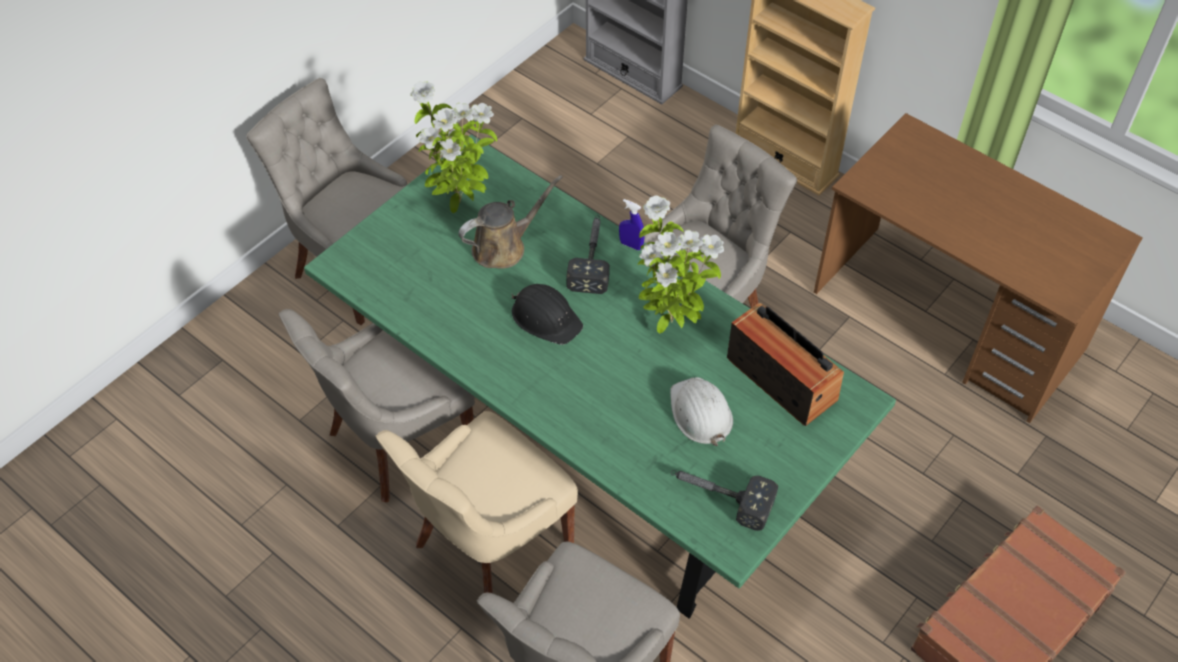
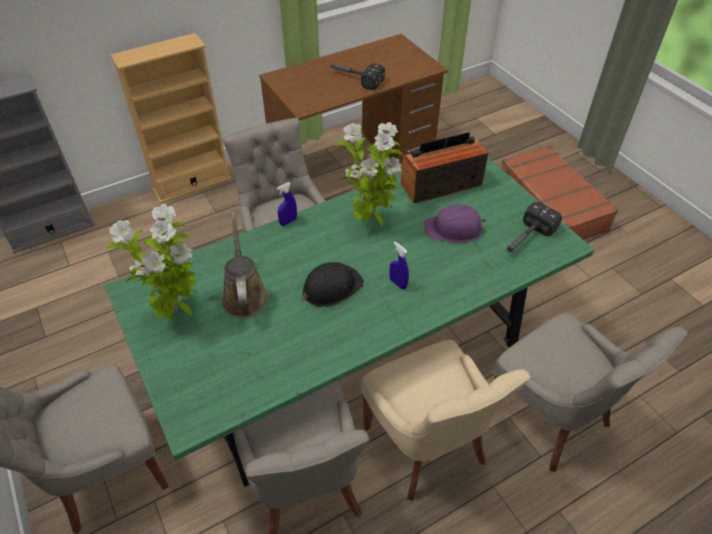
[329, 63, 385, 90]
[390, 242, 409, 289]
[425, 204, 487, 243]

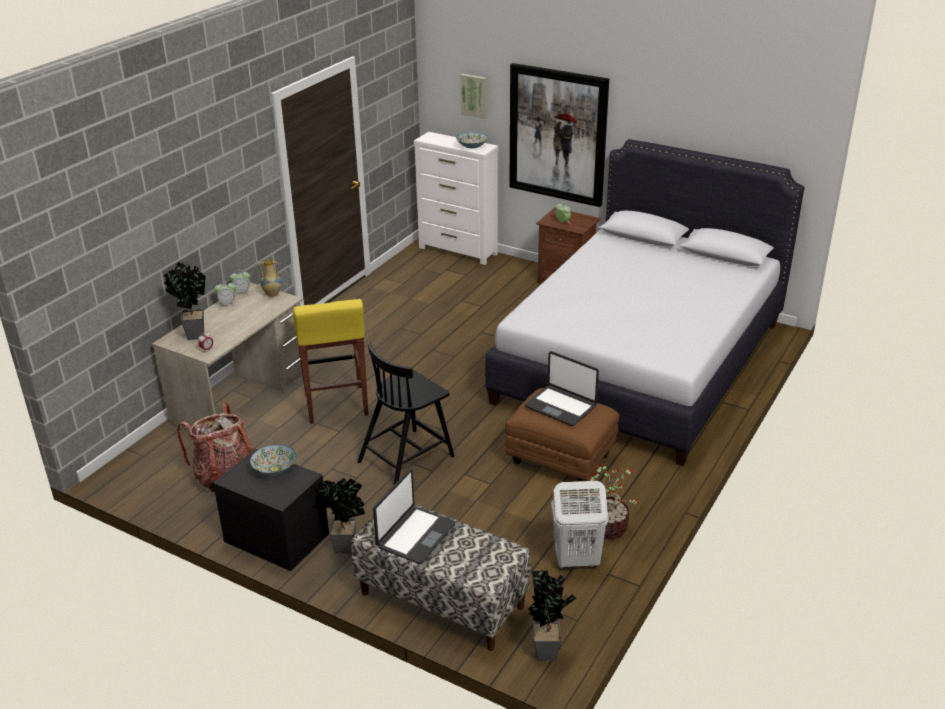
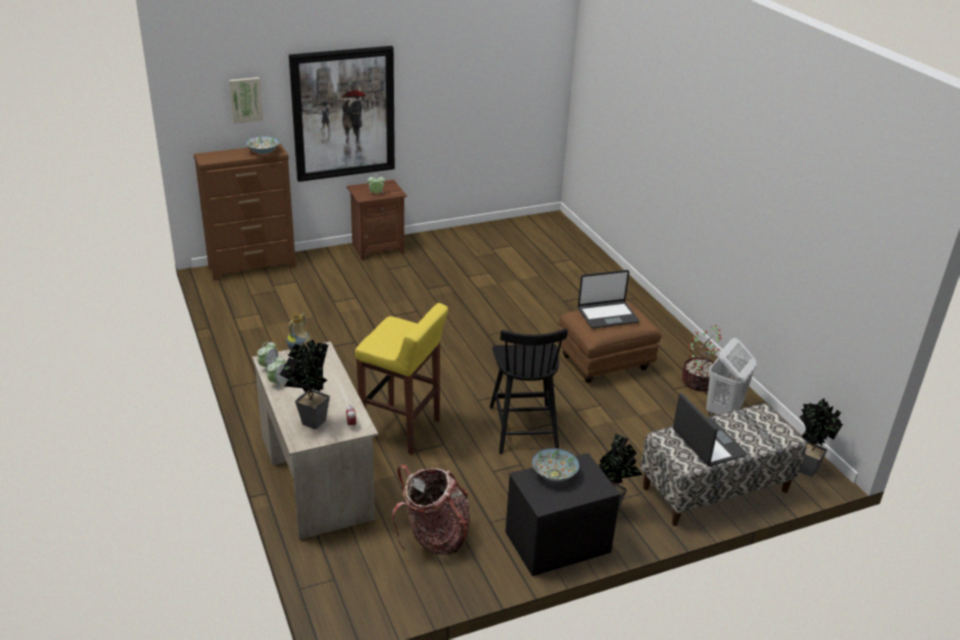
[194, 144, 296, 281]
[485, 139, 805, 466] (first image)

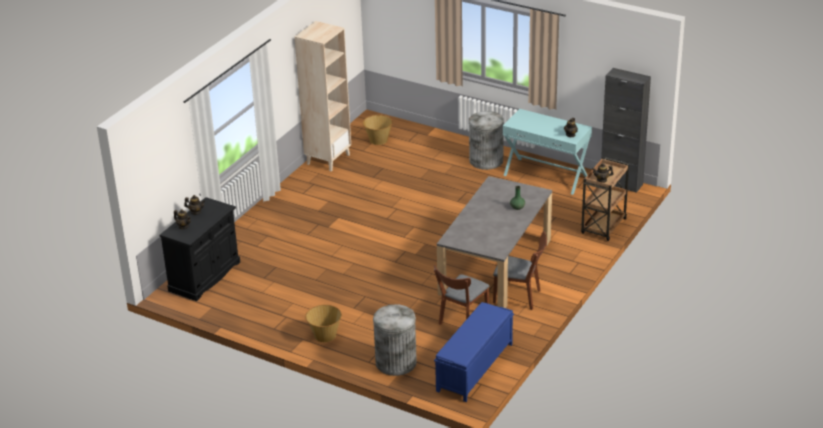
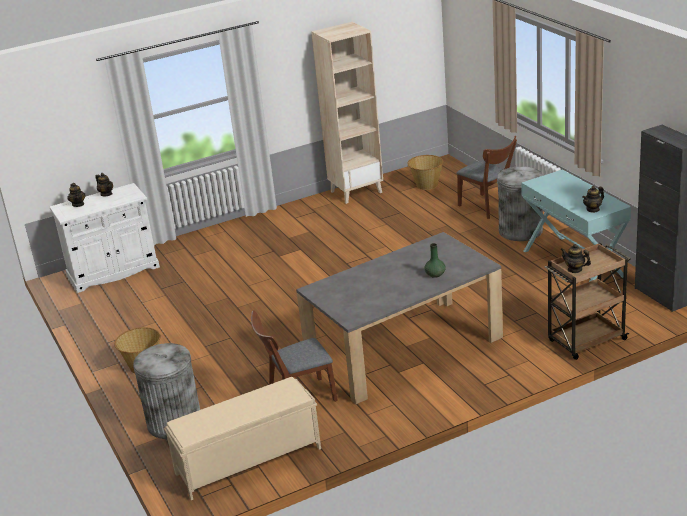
[50, 183, 160, 293]
[164, 377, 321, 500]
[456, 136, 517, 219]

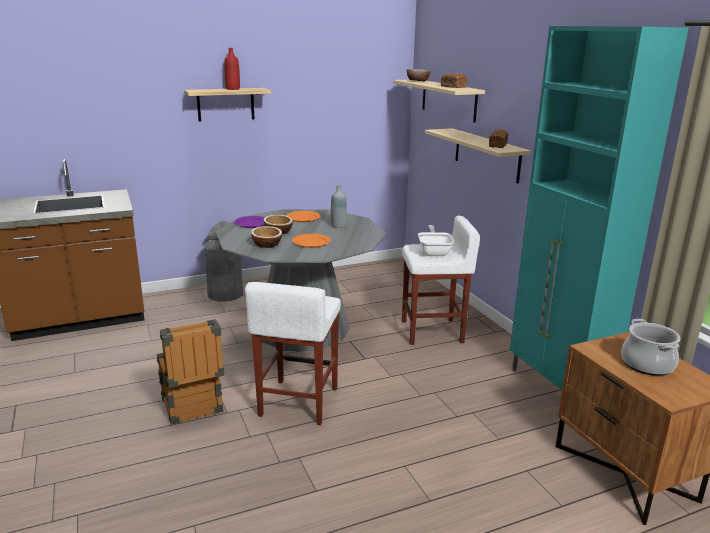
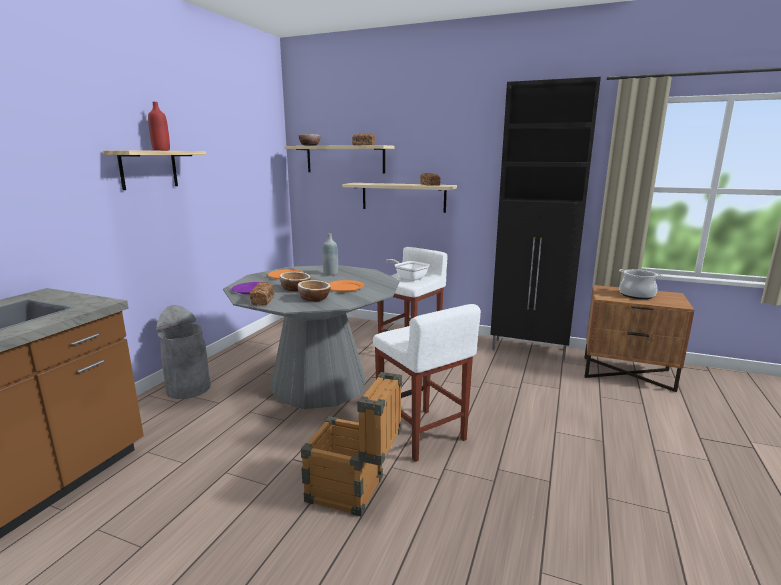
[250, 282, 275, 305]
[490, 77, 601, 361]

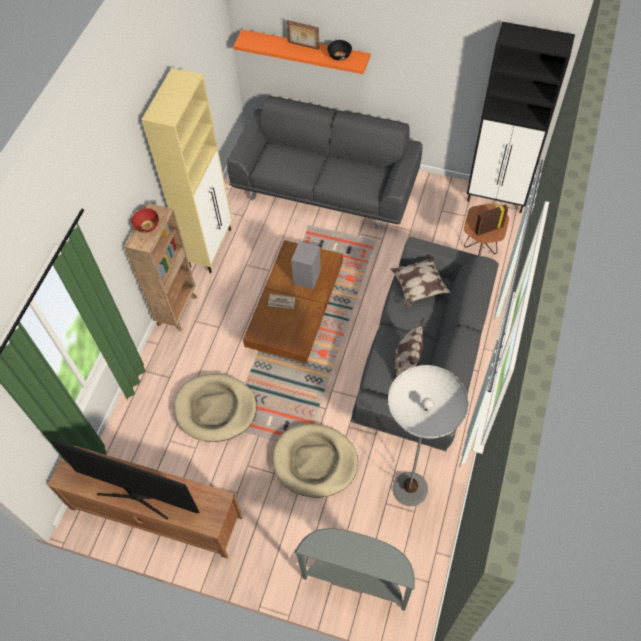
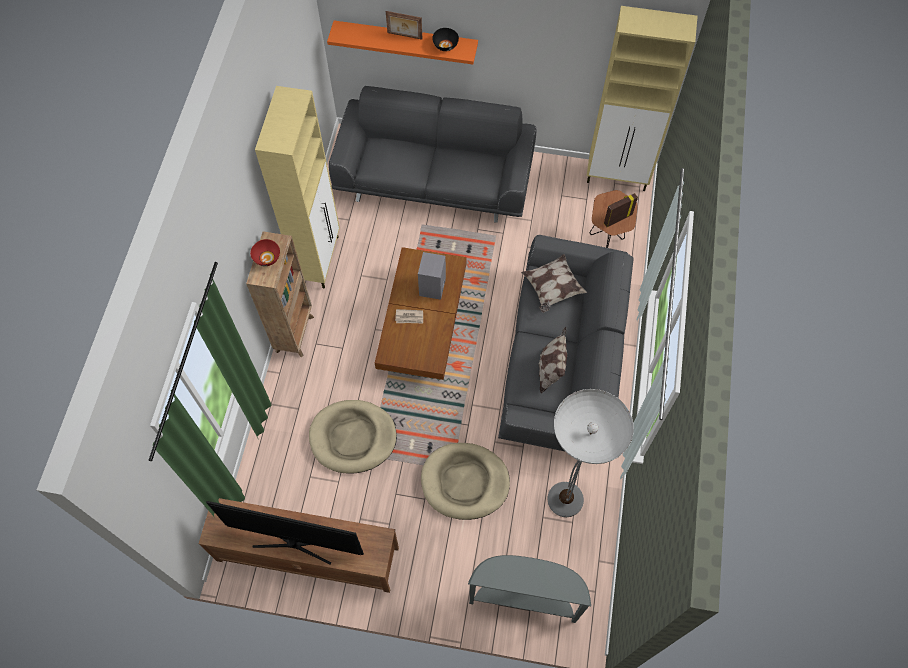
[587, 6, 698, 191]

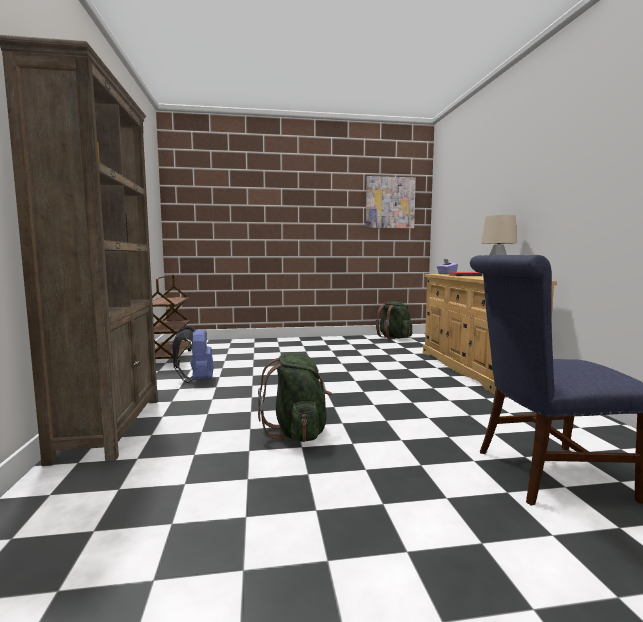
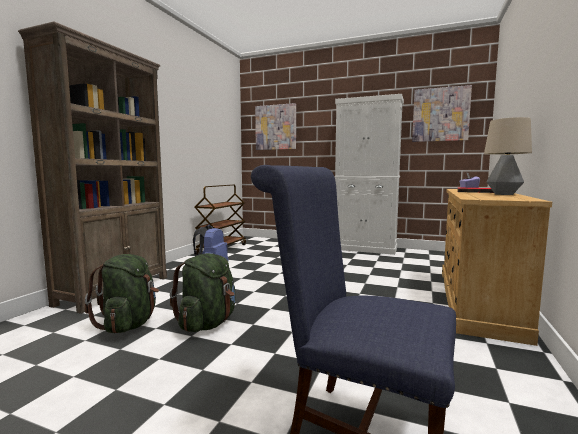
[85, 254, 159, 333]
[255, 103, 296, 150]
[334, 94, 404, 255]

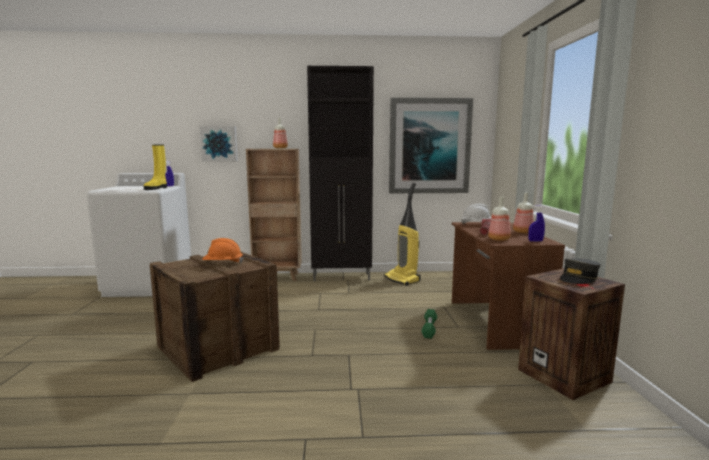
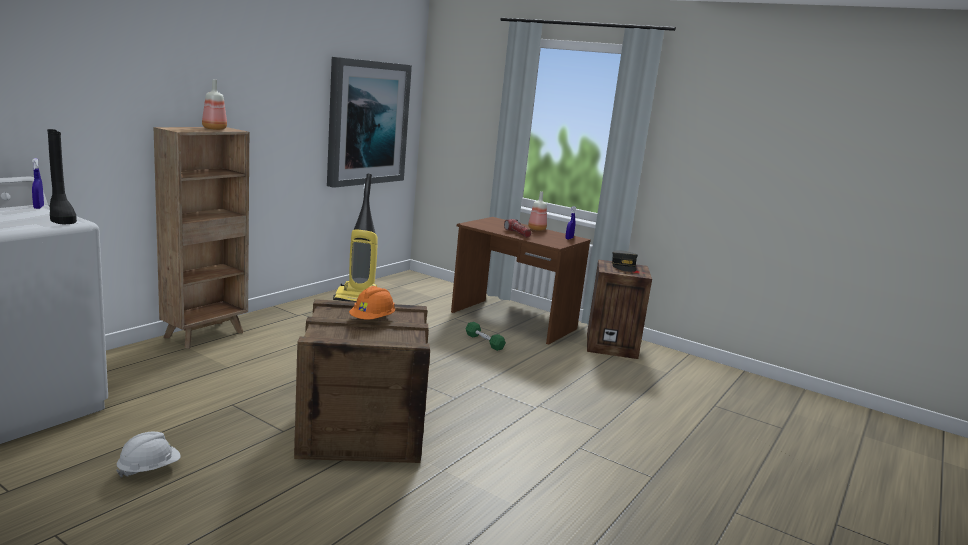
[47, 129, 77, 224]
[116, 432, 181, 478]
[200, 126, 238, 161] (first image)
[307, 66, 374, 281] (first image)
[488, 196, 511, 241] (first image)

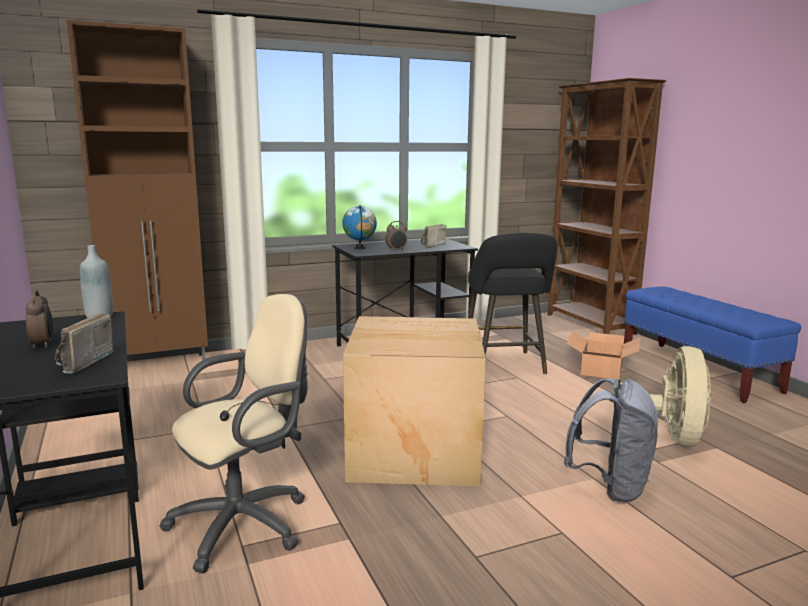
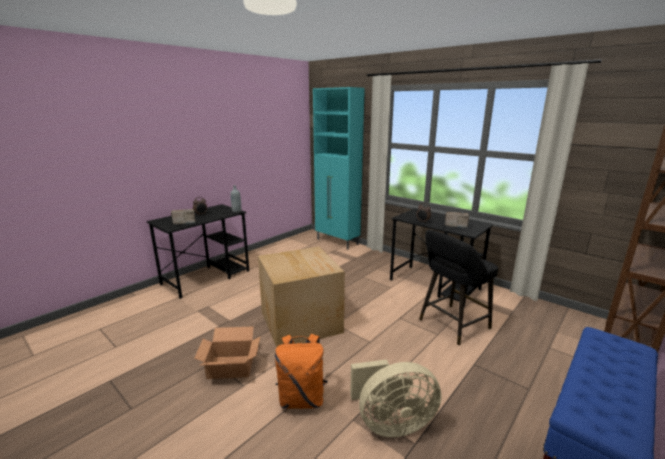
[194, 326, 260, 379]
[275, 334, 328, 409]
[313, 87, 365, 249]
[159, 294, 308, 573] (first image)
[342, 205, 377, 249] (first image)

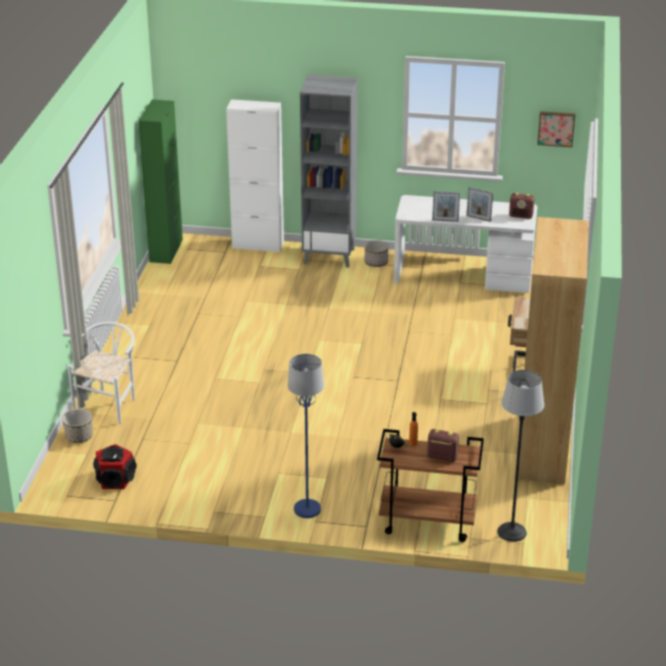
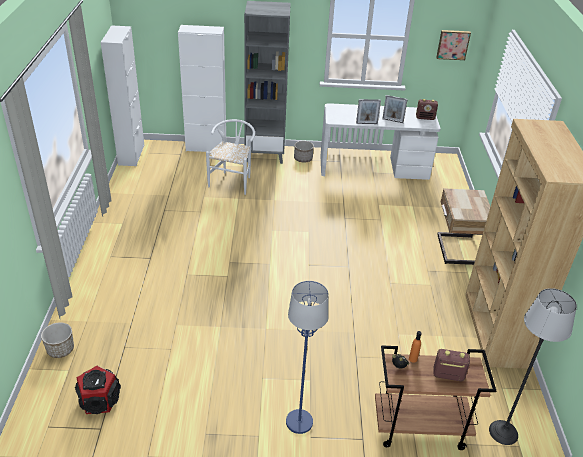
[101, 25, 144, 166]
[206, 119, 255, 195]

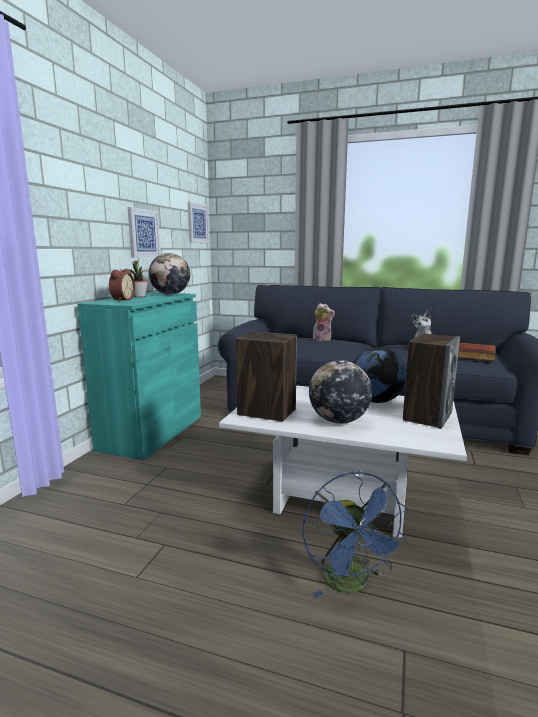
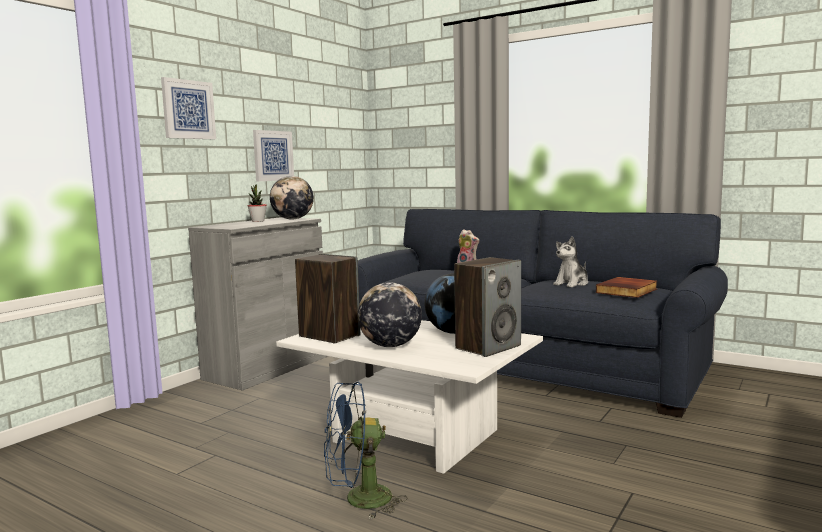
[161, 77, 216, 139]
[188, 218, 328, 391]
[324, 381, 407, 519]
[109, 269, 135, 301] (first image)

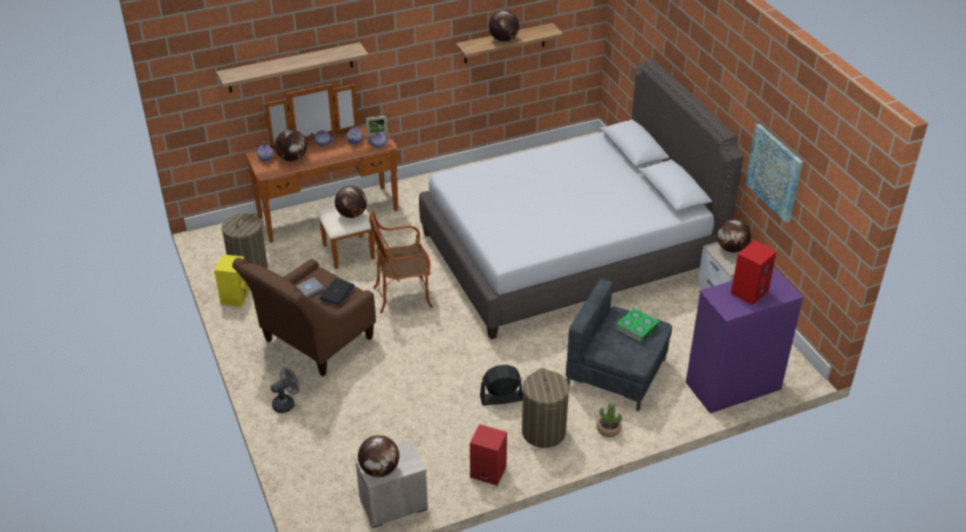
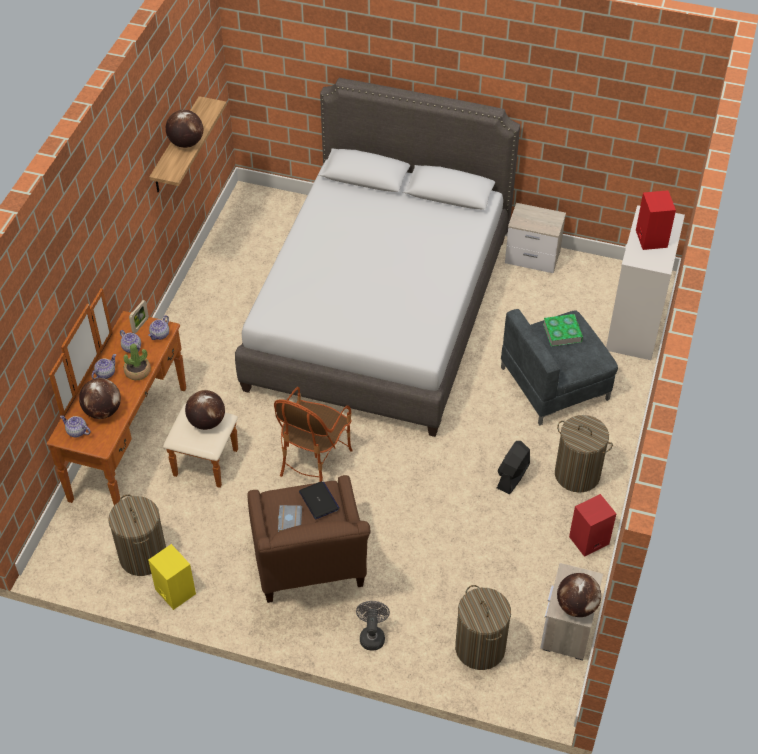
[124, 344, 151, 380]
[455, 585, 511, 670]
[606, 205, 685, 360]
[216, 42, 368, 93] (first image)
[717, 219, 751, 253] (first image)
[745, 123, 803, 223] (first image)

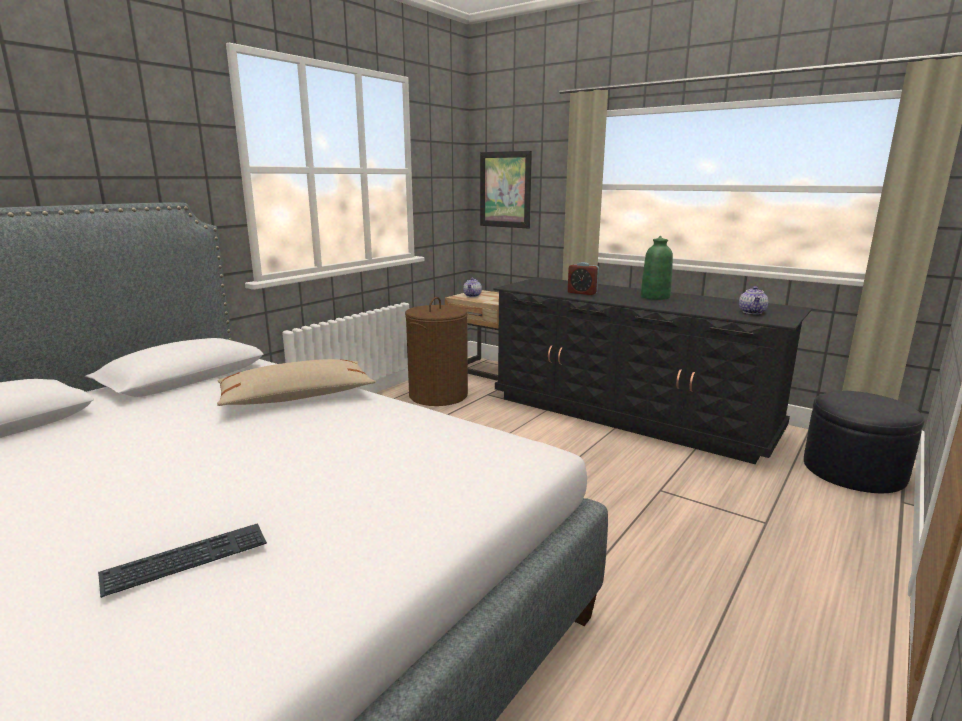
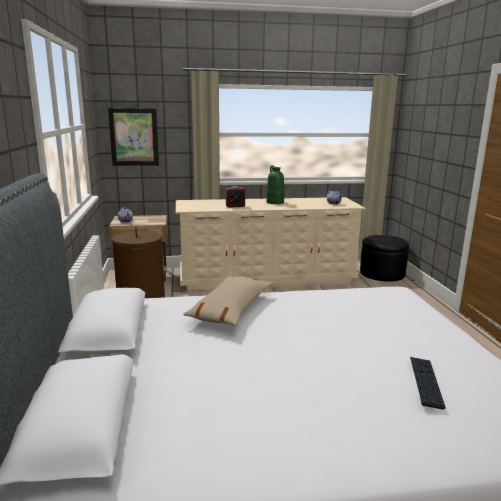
[176, 197, 366, 291]

